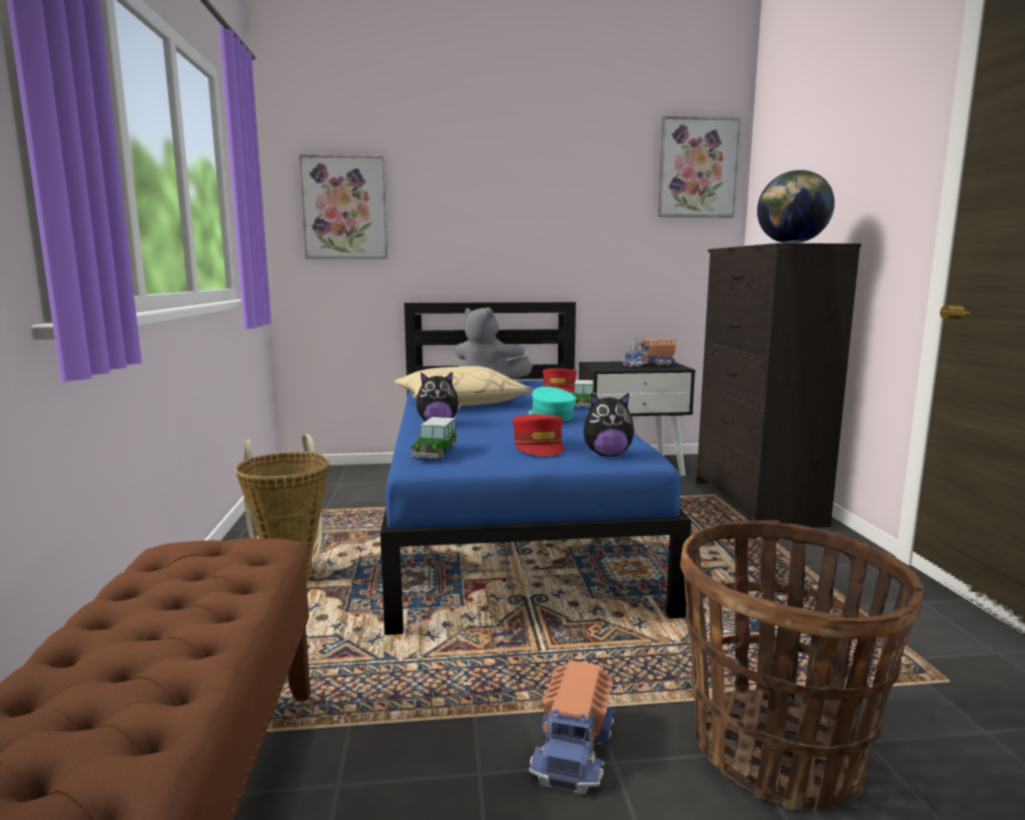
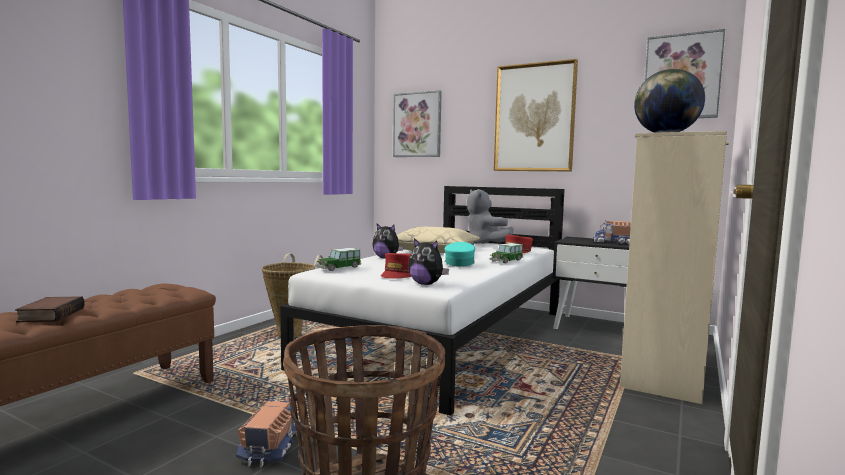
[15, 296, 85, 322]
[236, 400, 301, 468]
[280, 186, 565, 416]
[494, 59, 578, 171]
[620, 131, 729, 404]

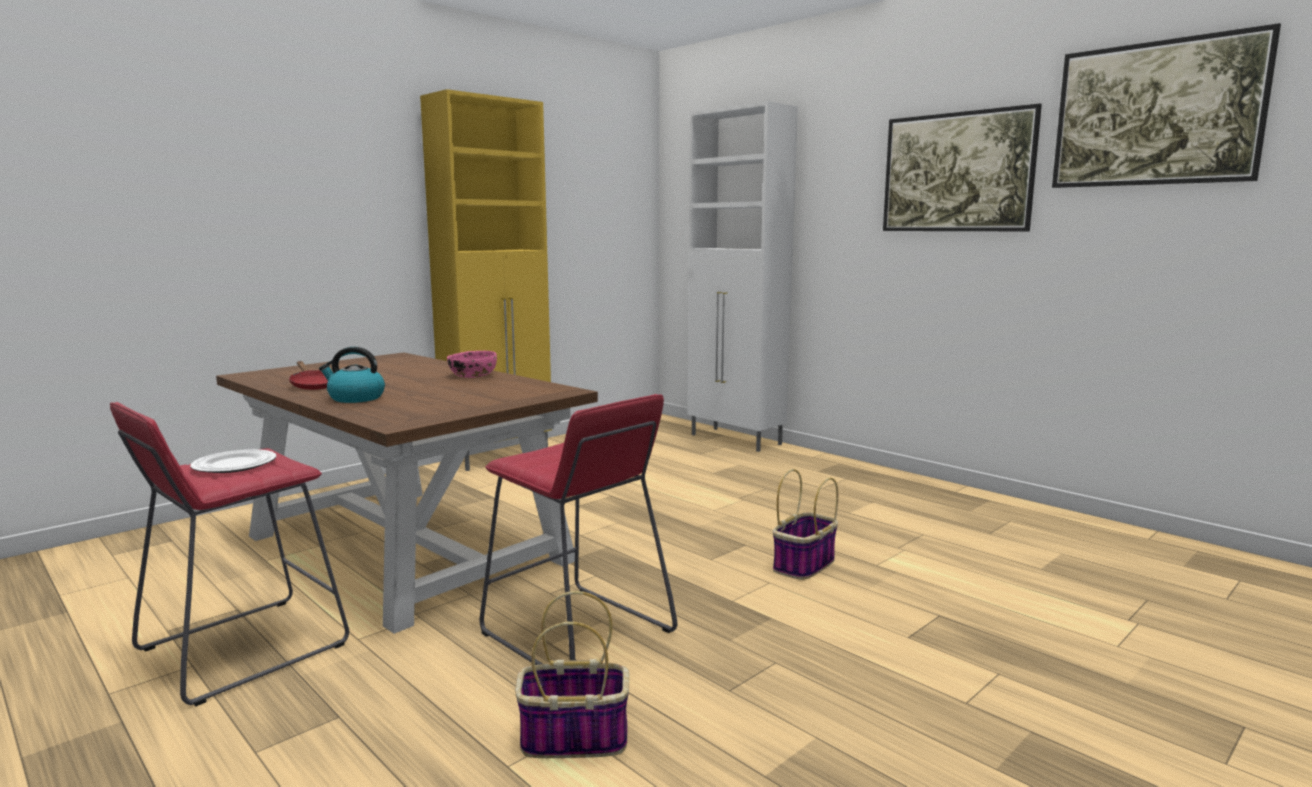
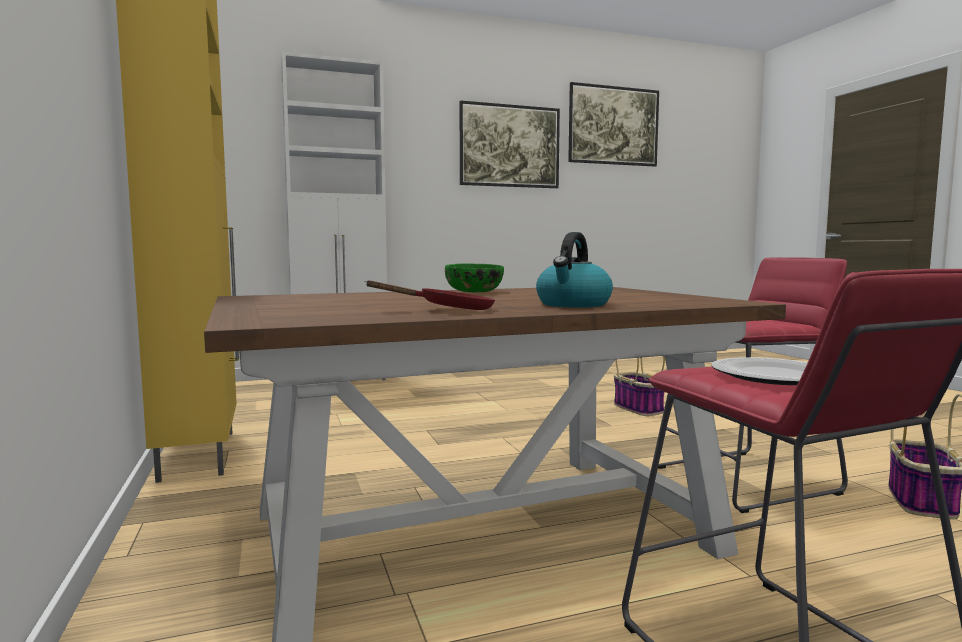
[445, 264, 504, 292]

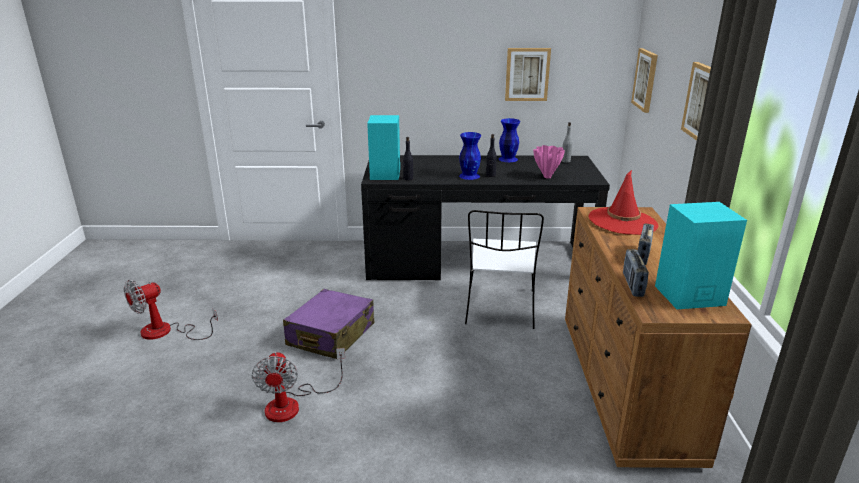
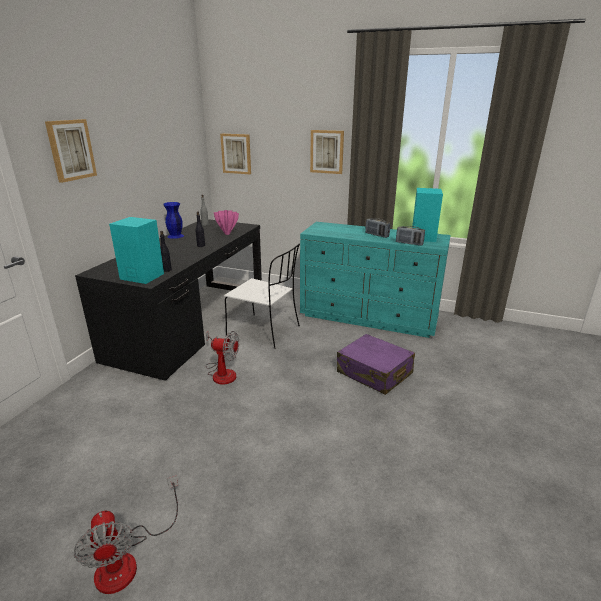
[45, 119, 97, 183]
[206, 331, 239, 385]
[300, 222, 451, 338]
[337, 334, 415, 395]
[459, 132, 481, 180] (first image)
[588, 170, 658, 235] (first image)

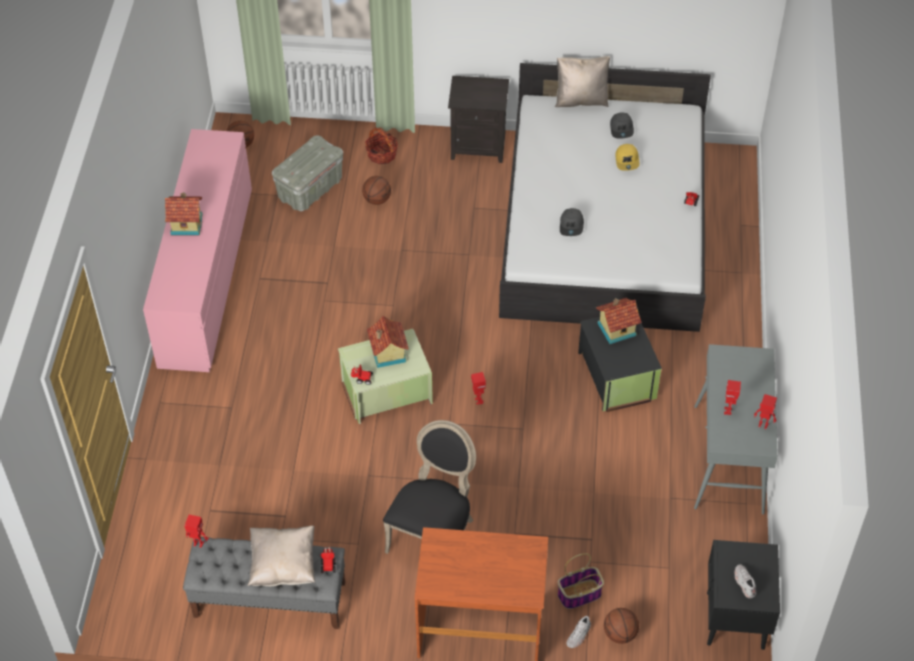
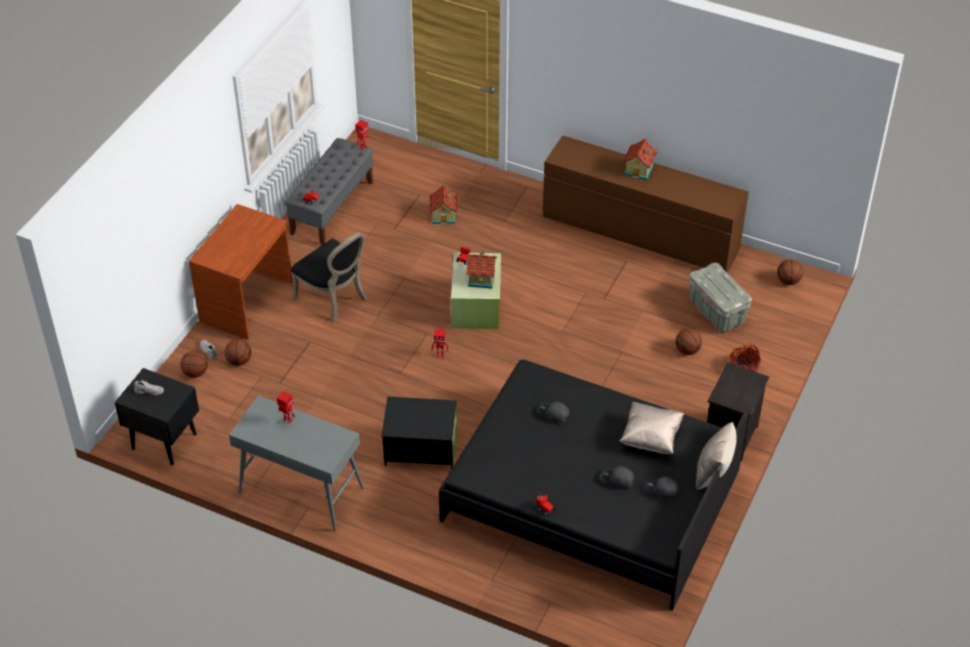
[225, 339, 252, 366]
[430, 185, 457, 224]
[439, 359, 750, 611]
[543, 135, 749, 272]
[601, 466, 635, 488]
[620, 402, 684, 454]
[754, 394, 777, 429] (first image)

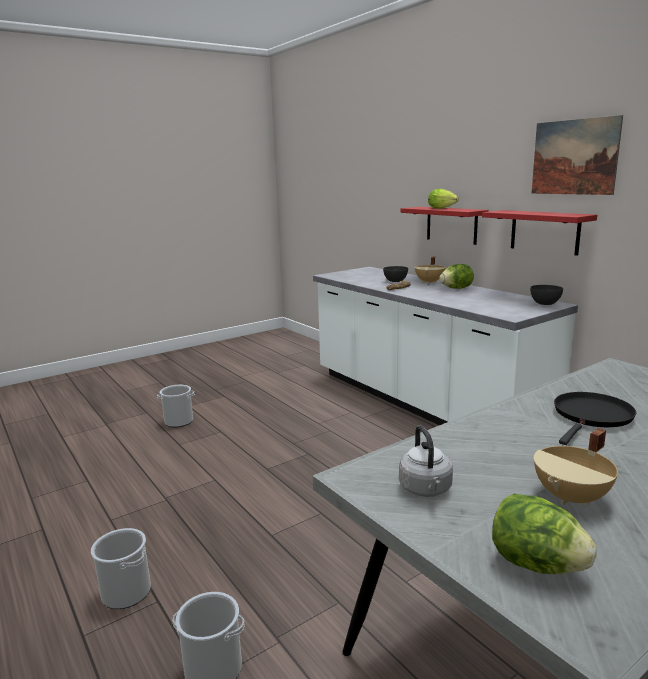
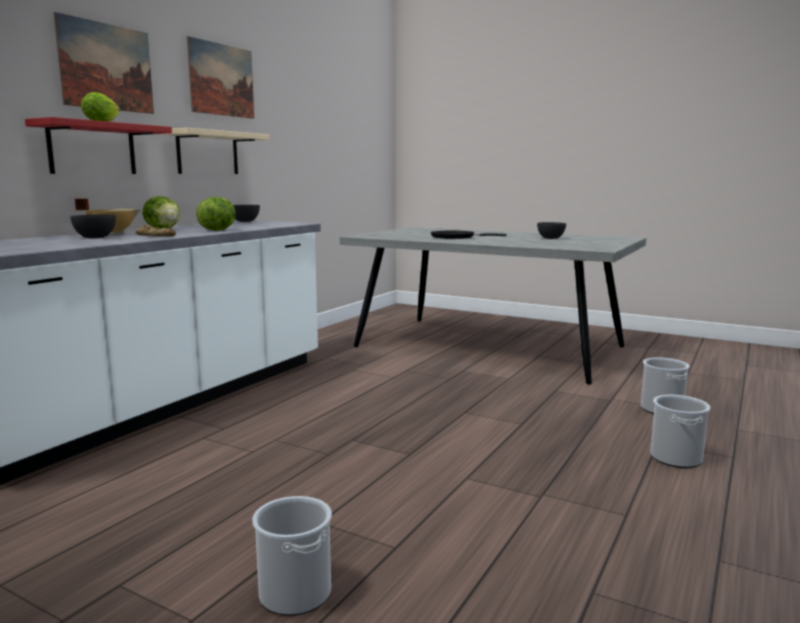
[53, 12, 154, 114]
[163, 128, 270, 174]
[196, 197, 236, 231]
[537, 222, 566, 239]
[399, 425, 453, 497] (first image)

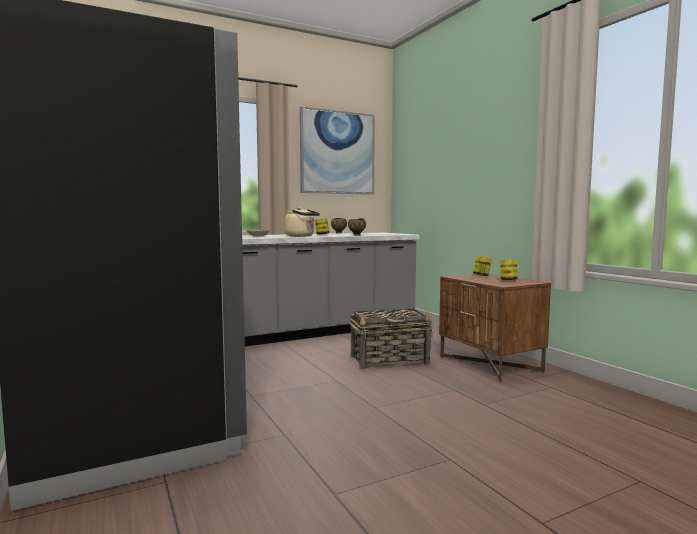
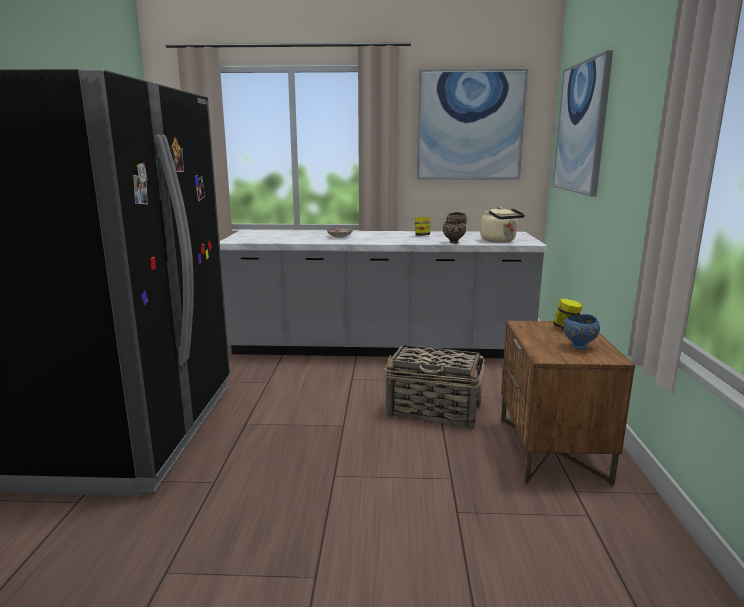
[481, 207, 525, 243]
[553, 50, 613, 196]
[563, 314, 600, 349]

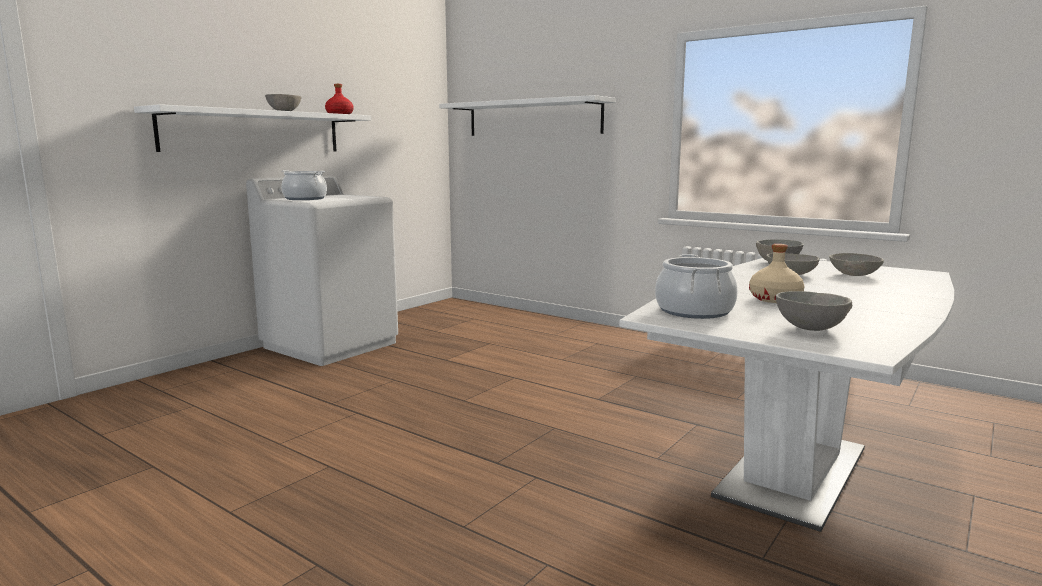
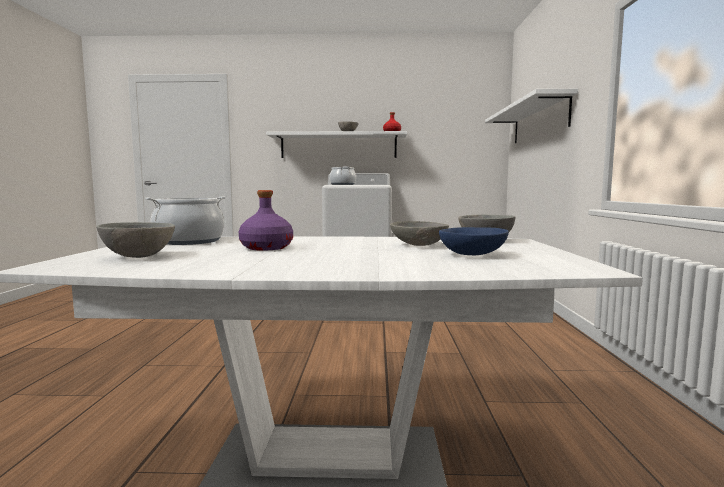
[239, 190, 293, 250]
[439, 227, 509, 255]

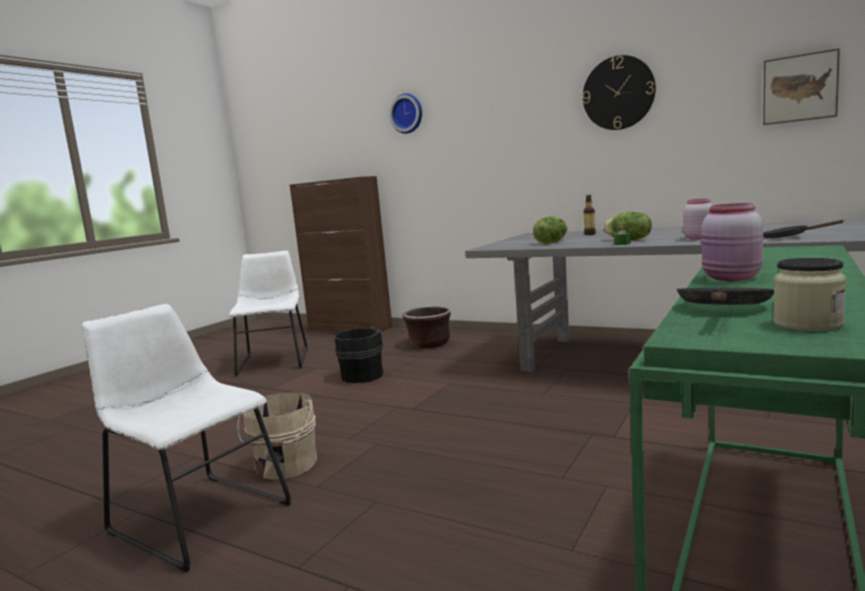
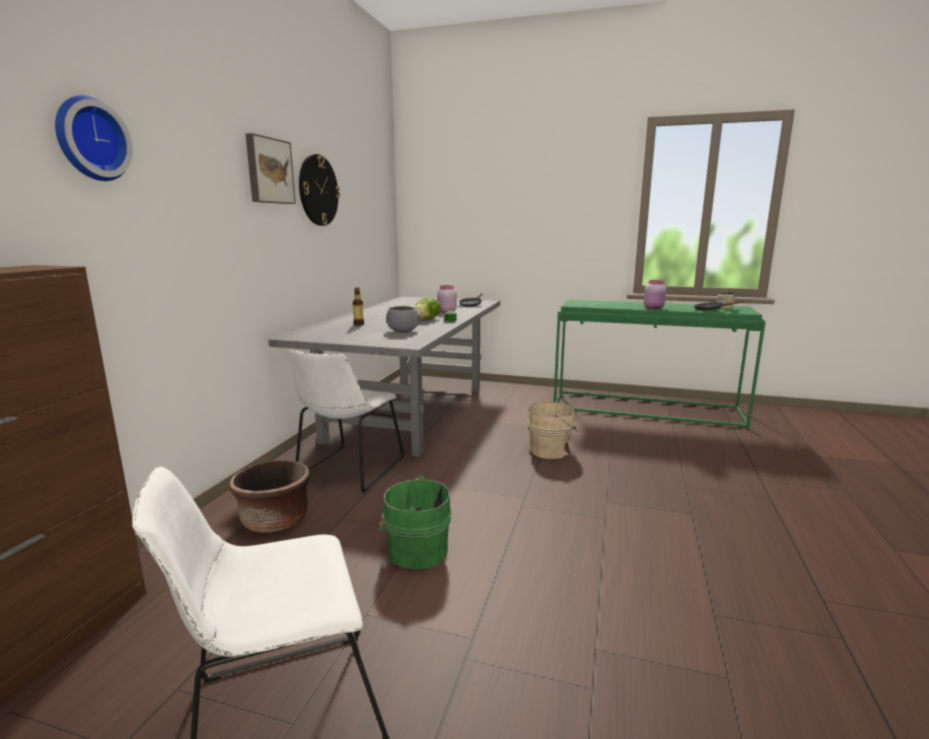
[246, 133, 296, 204]
[289, 349, 404, 493]
[381, 476, 451, 569]
[386, 306, 419, 332]
[528, 399, 578, 459]

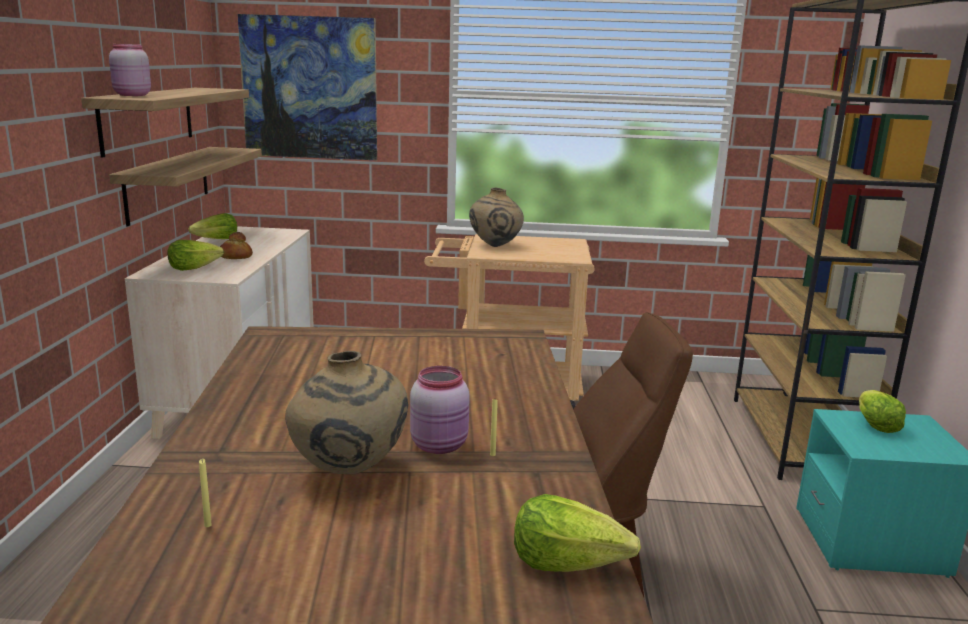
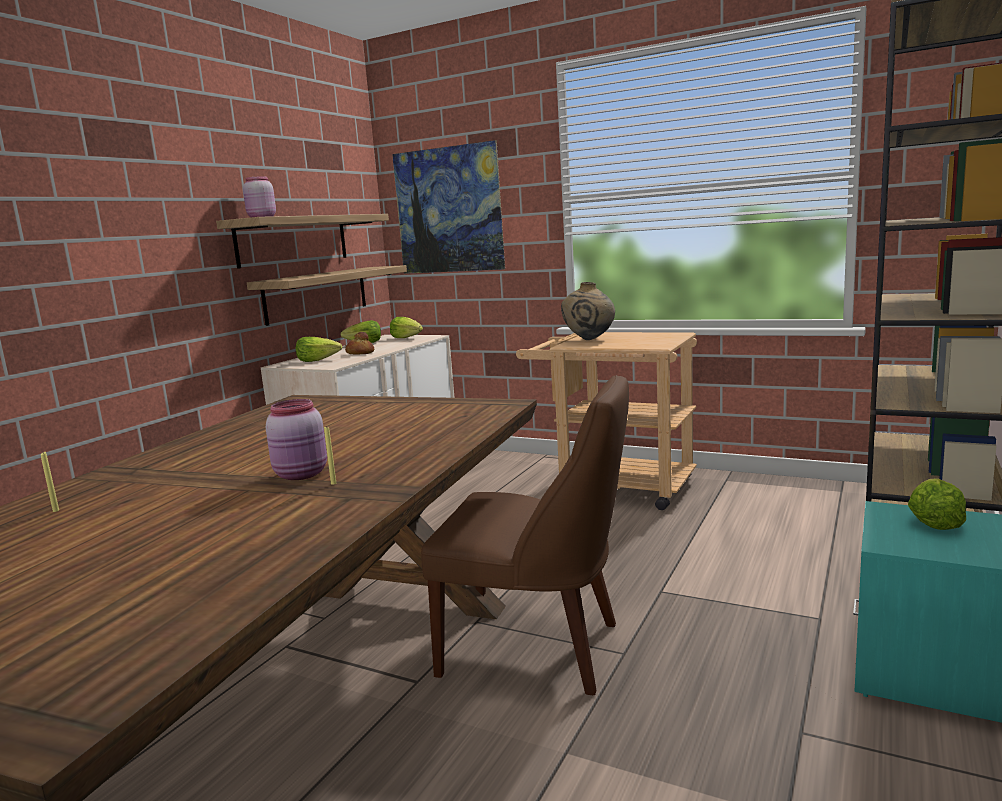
[390, 317, 423, 338]
[285, 351, 408, 474] (first image)

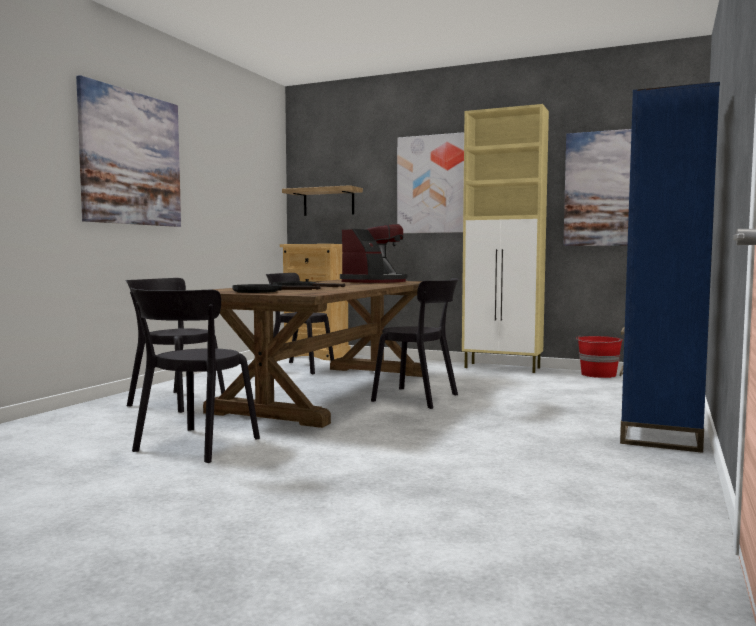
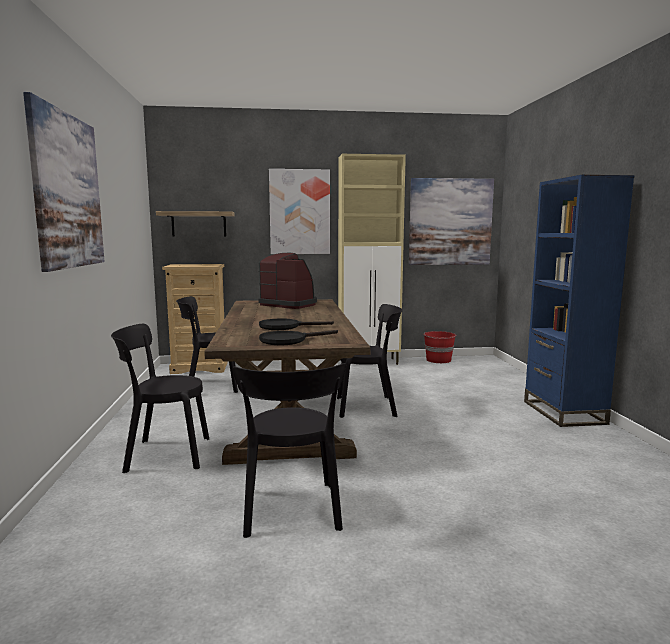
[258, 253, 317, 309]

